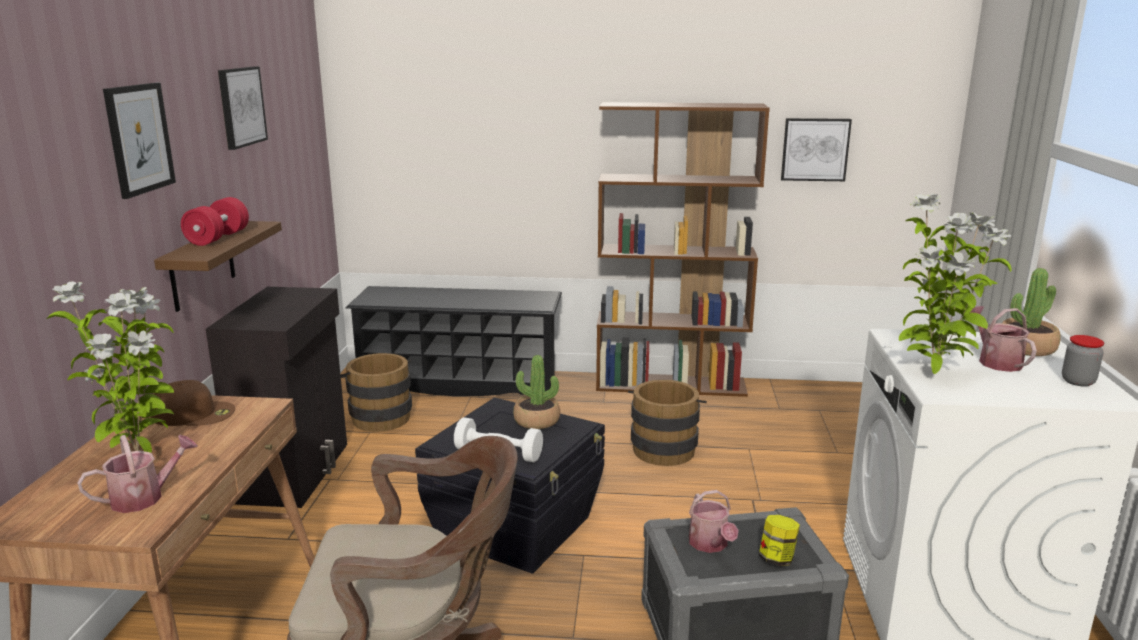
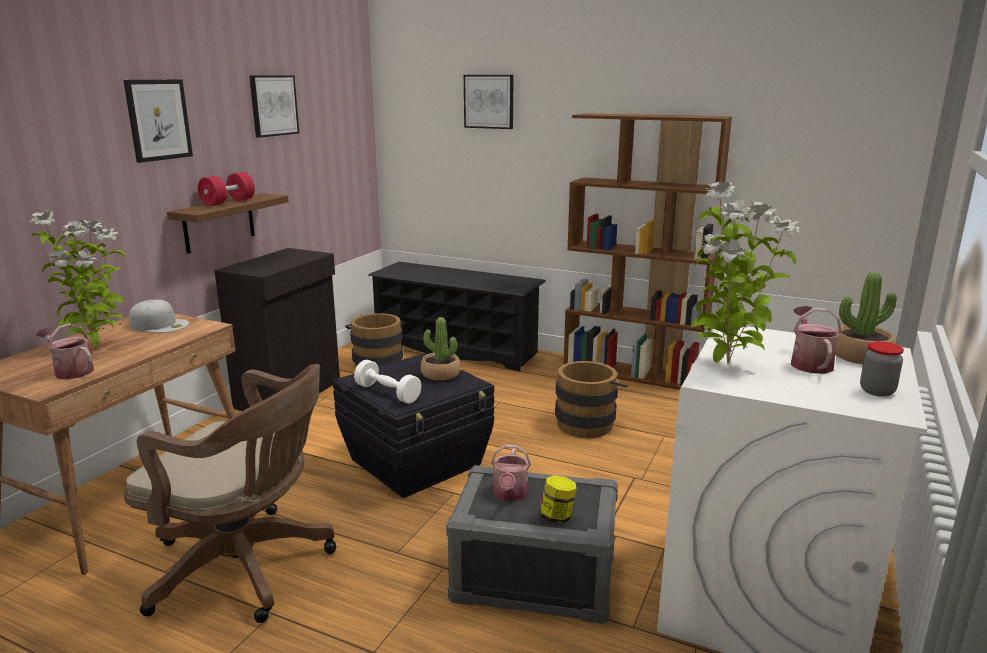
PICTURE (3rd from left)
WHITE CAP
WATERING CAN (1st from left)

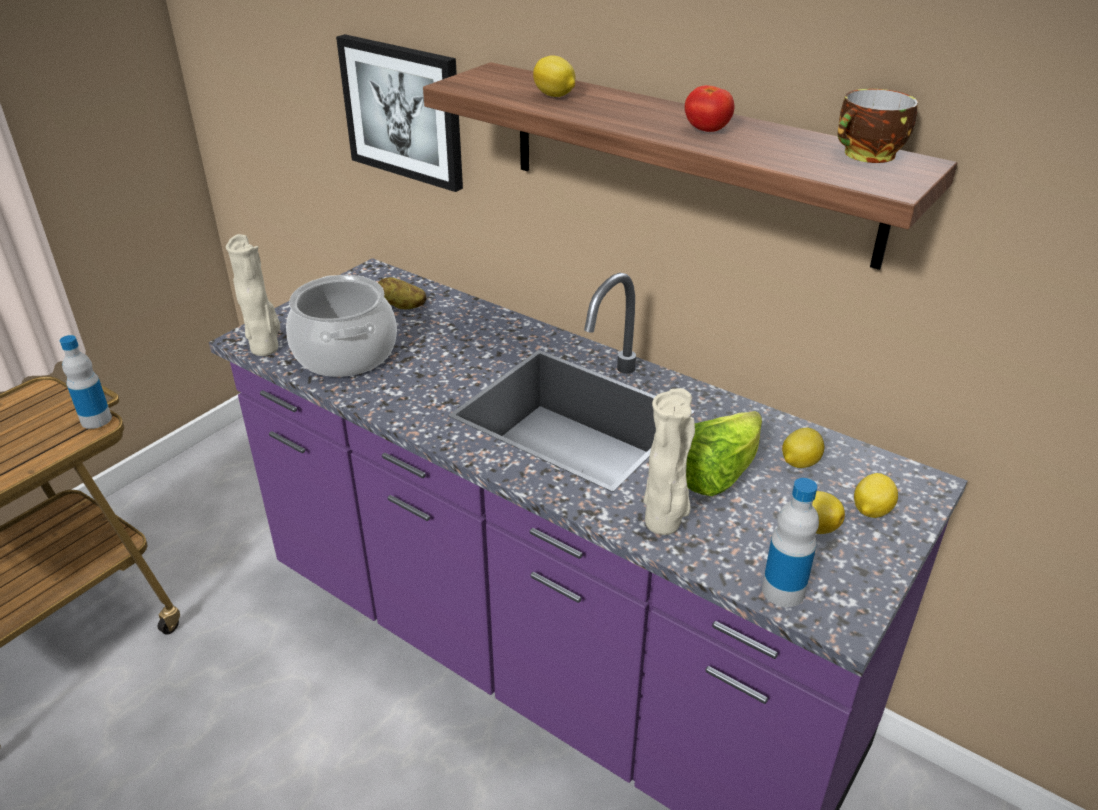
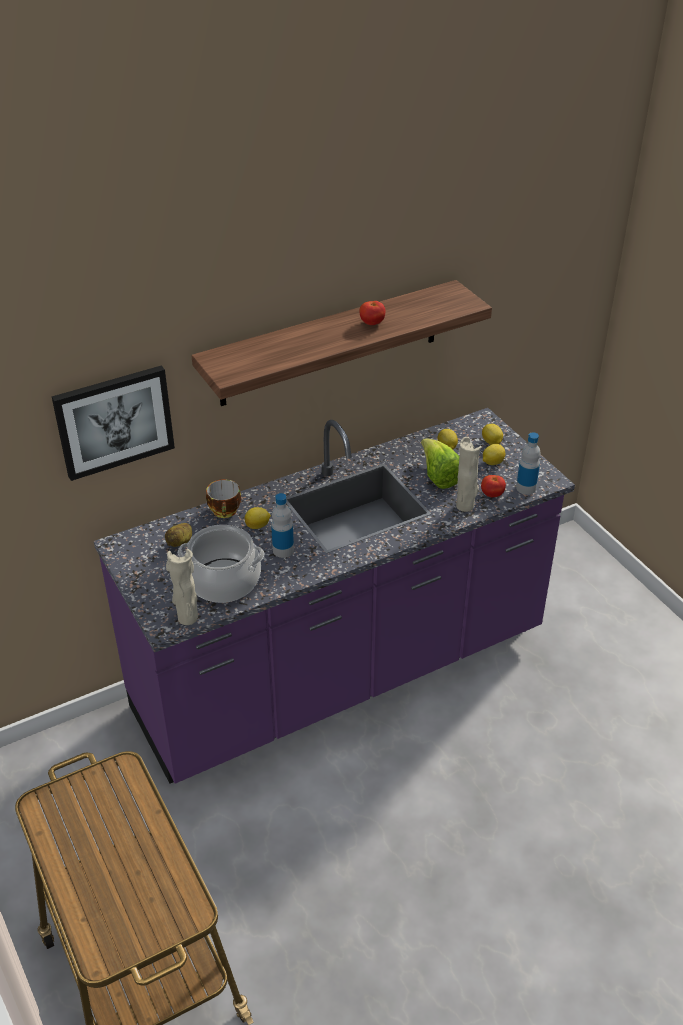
LEMON (1st from left)
CUP
BOTTLE (1st from left)
TOMATO (2nd from left)

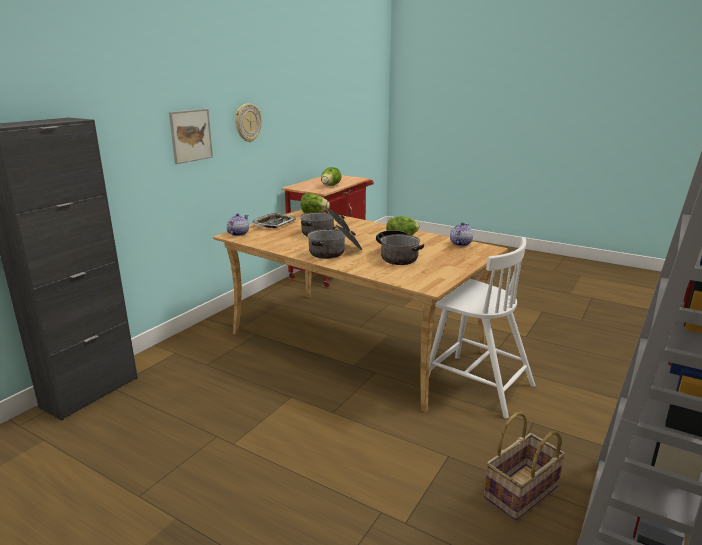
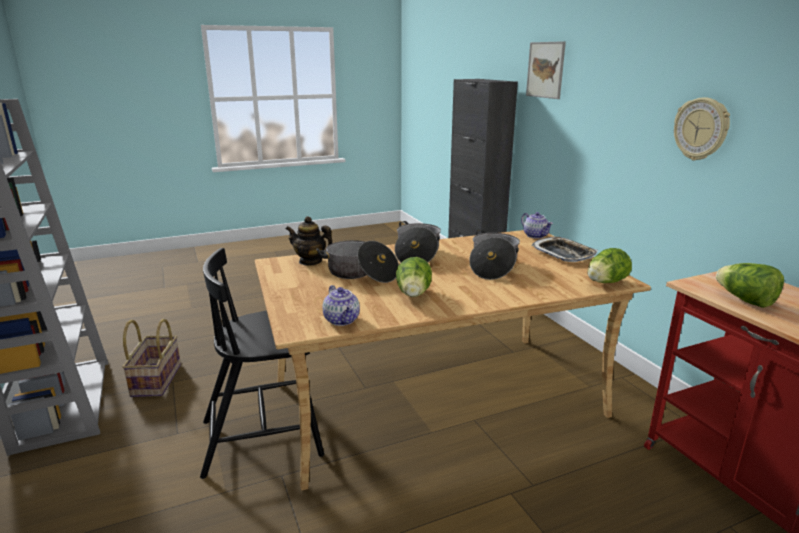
PICTURE
BLACK CHAIR
TEAPOT (1st from left)

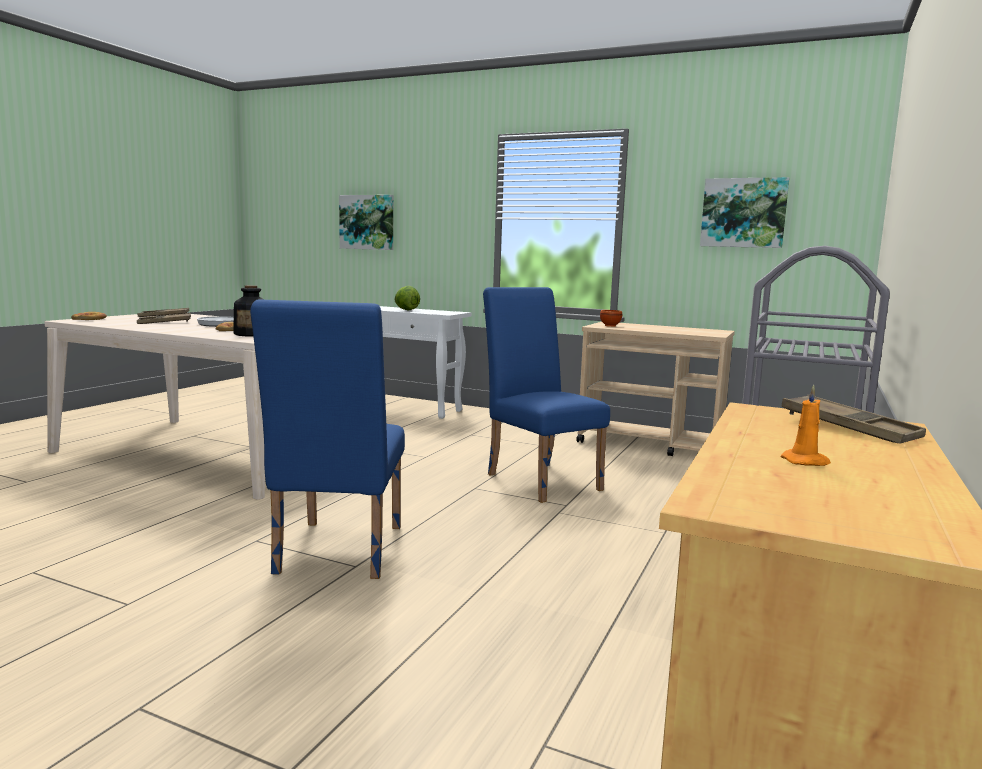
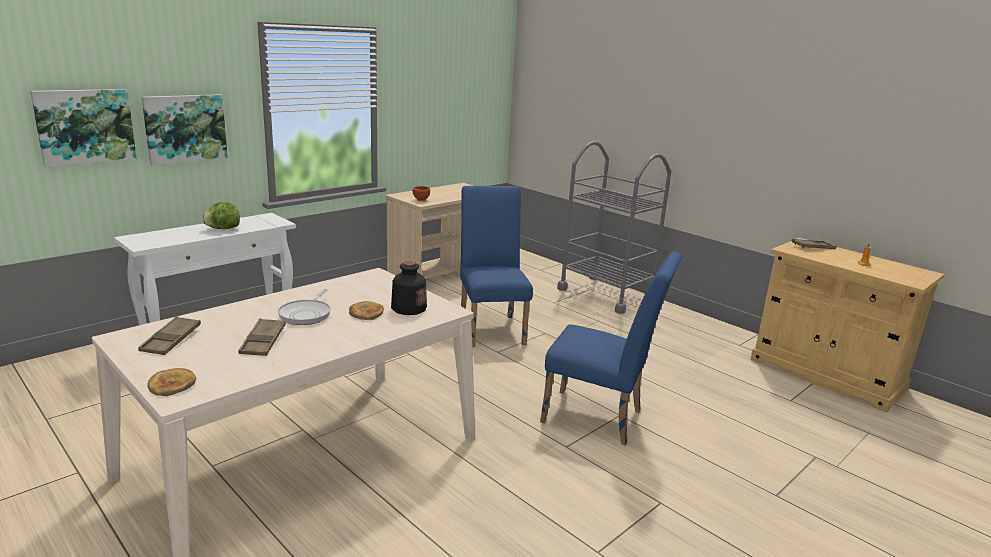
PICTURE (2nd from left)
BLUE CHAIR (1st from left)

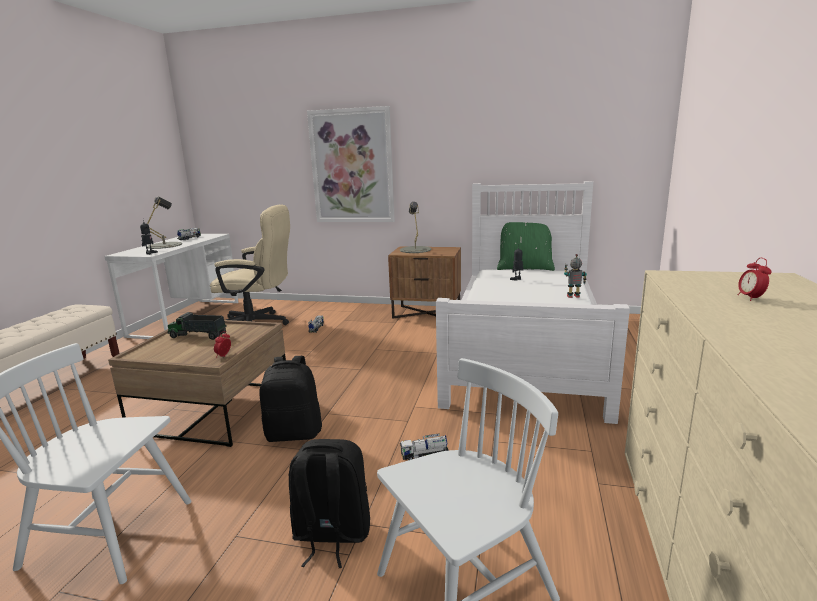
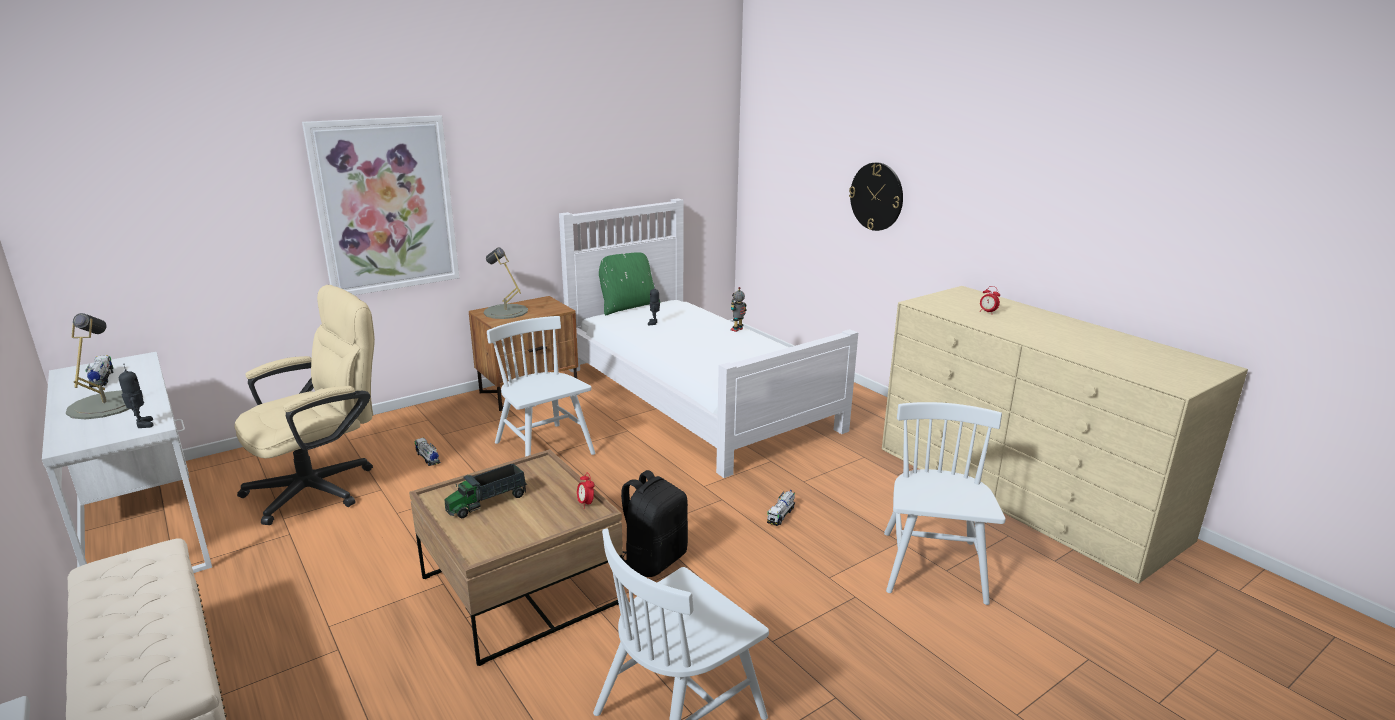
BLACK BACKPACK (2nd from left in the first image)
WALL CLOCK
WHITE CHAIR (1st from left)

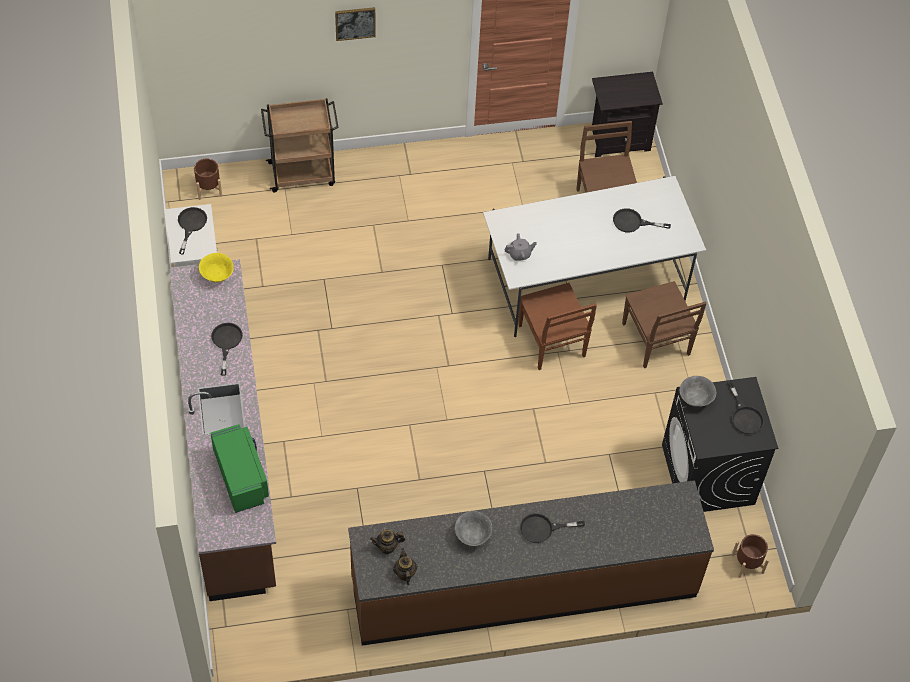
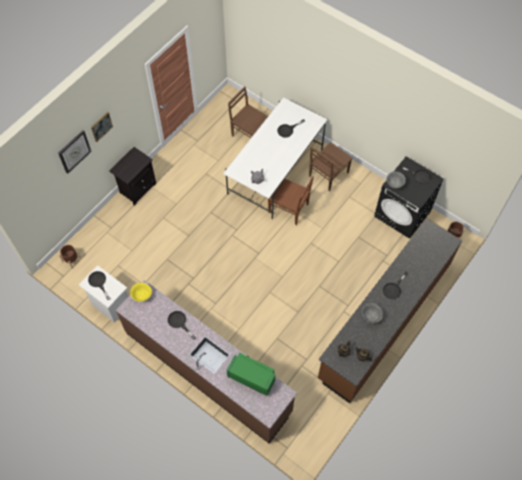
BLACK NIGHTSTAND
BROWN CART
BROWN CHAIR (3rd from left)
WALL CLOCK

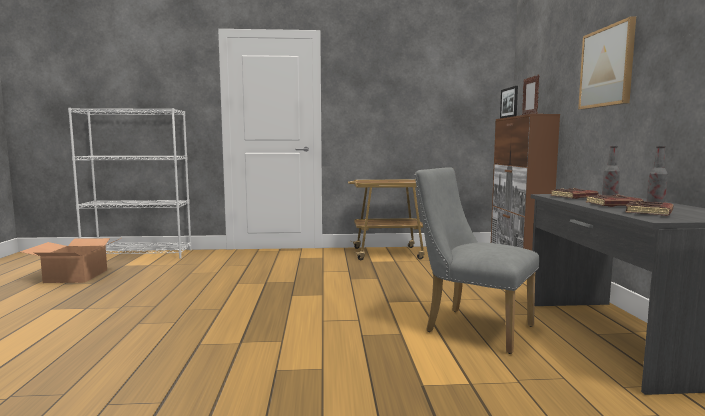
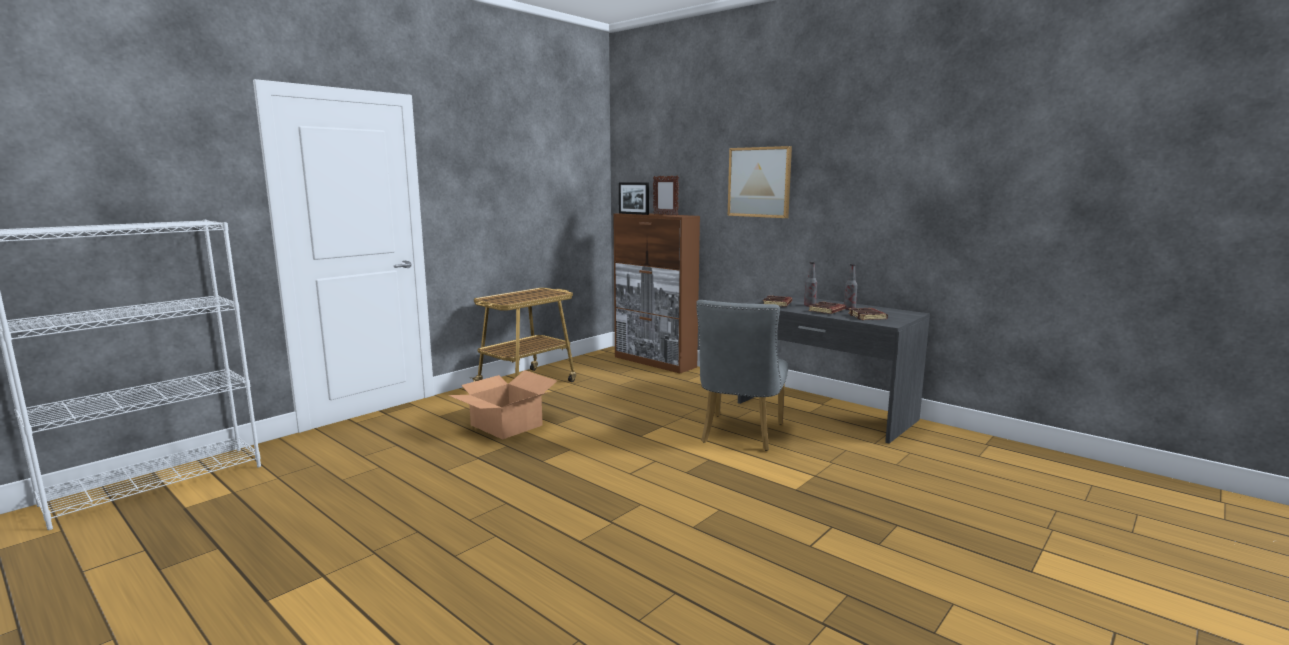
GREY CHAIR
CARDBOARD BOX

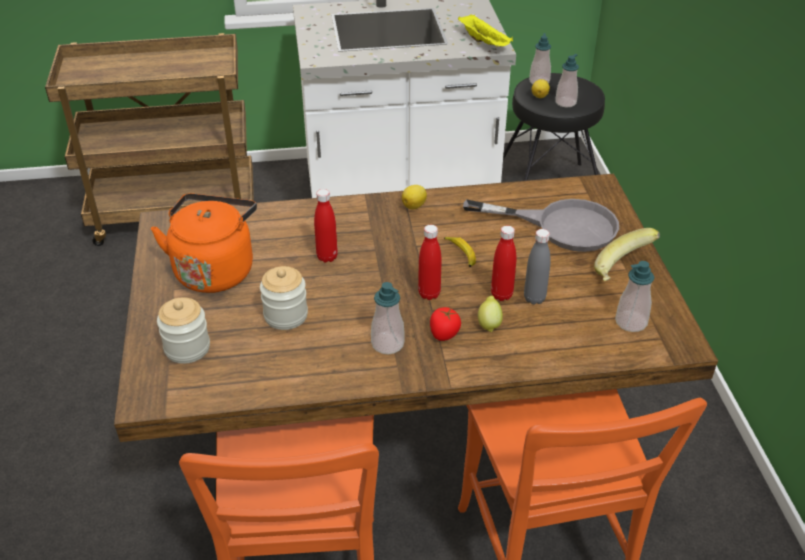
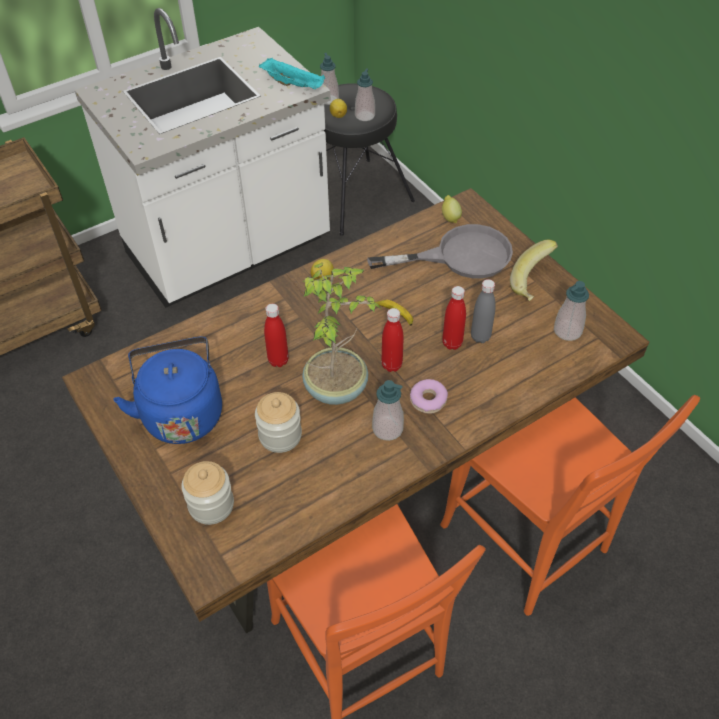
TURQUOISE TRAY
BLUE KETTLE
LEMON (3rd from left)
DONUT
POTTED PLANT

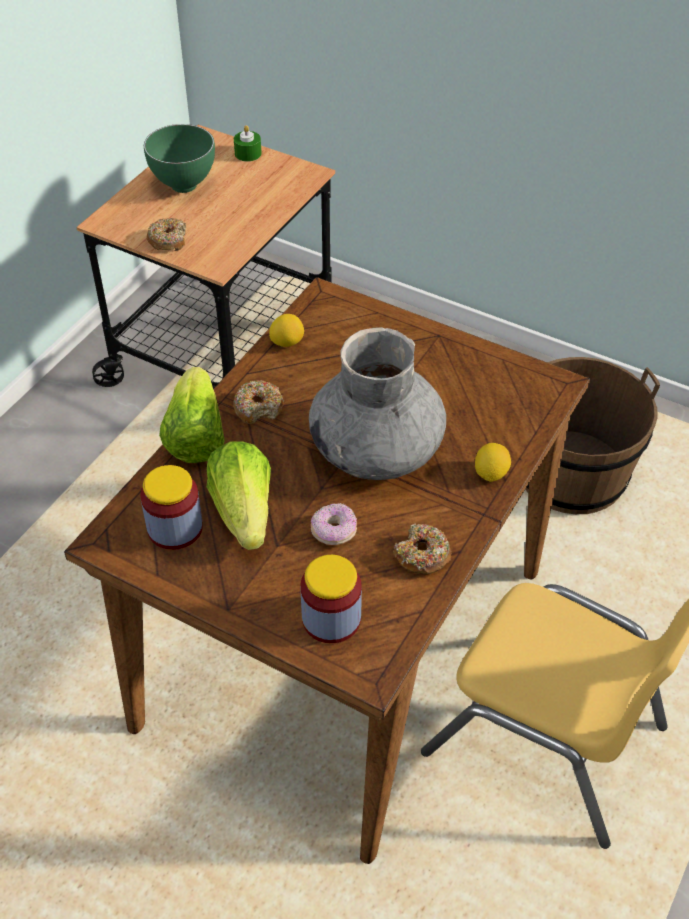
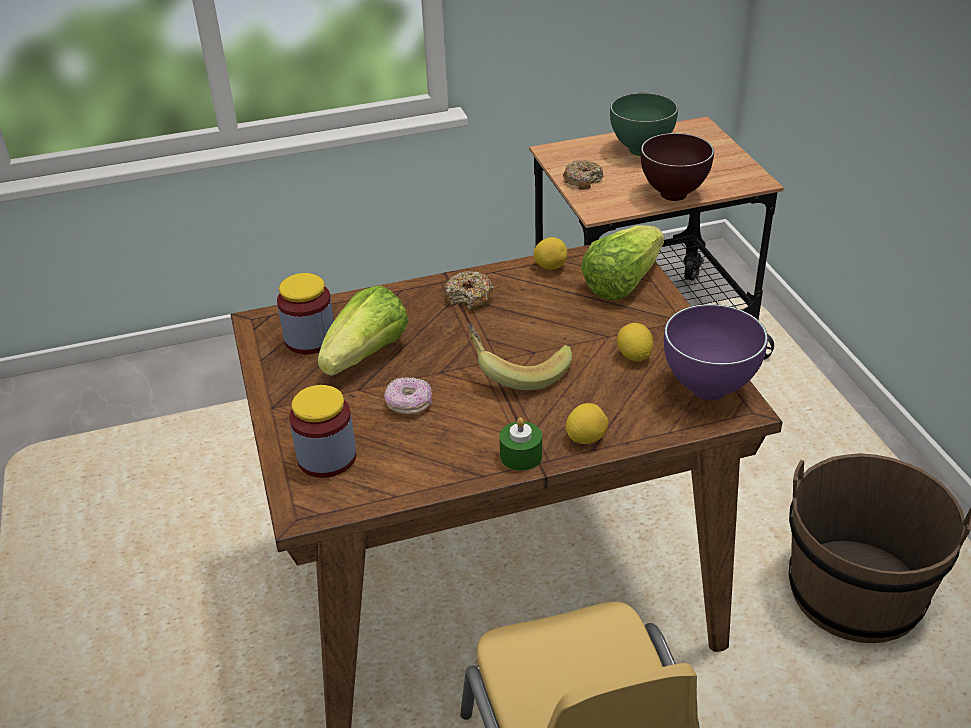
GREEN CANDLE
BANANA
LETTUCE (2nd from left)
DONUT (4th from left in the first image)
BROWN BOWL
PURPLE BOWL
LEMON (3rd from left)

